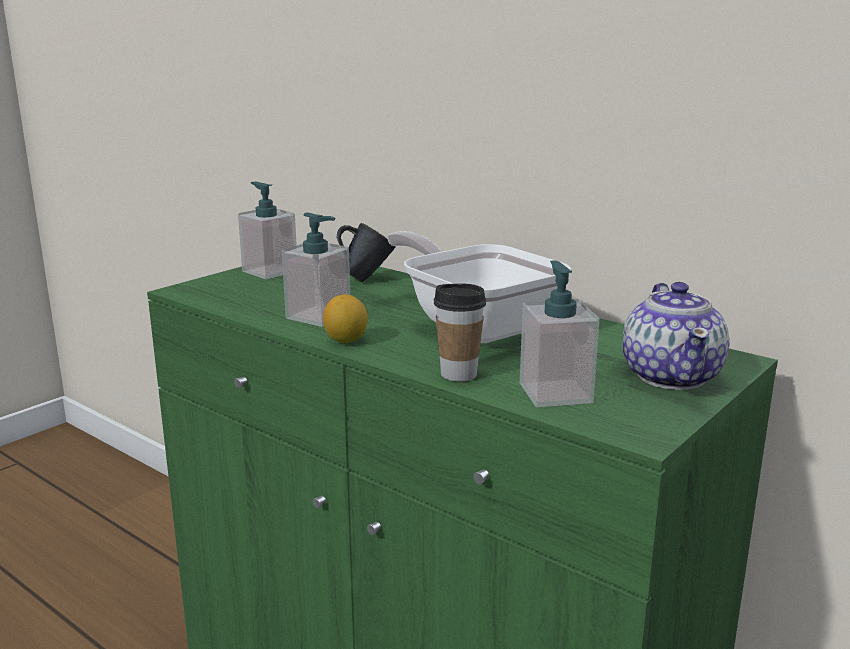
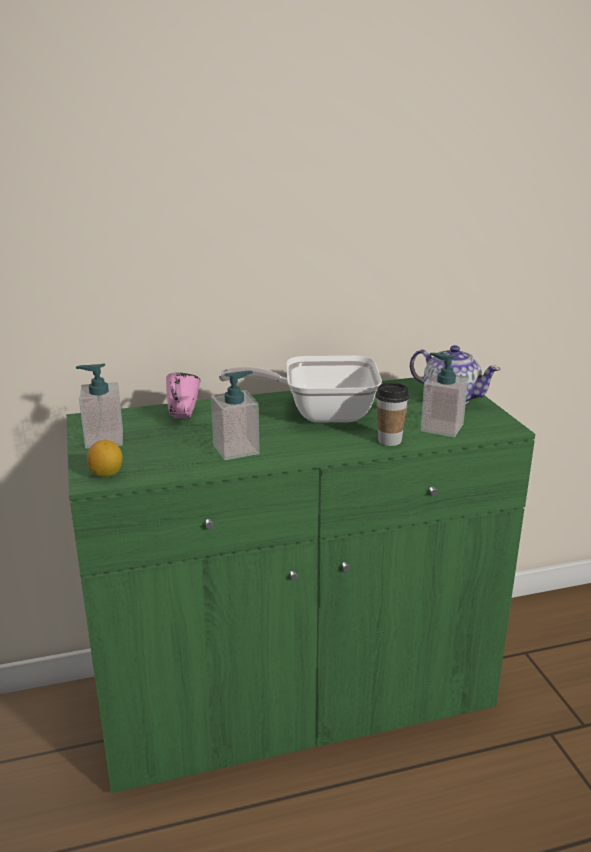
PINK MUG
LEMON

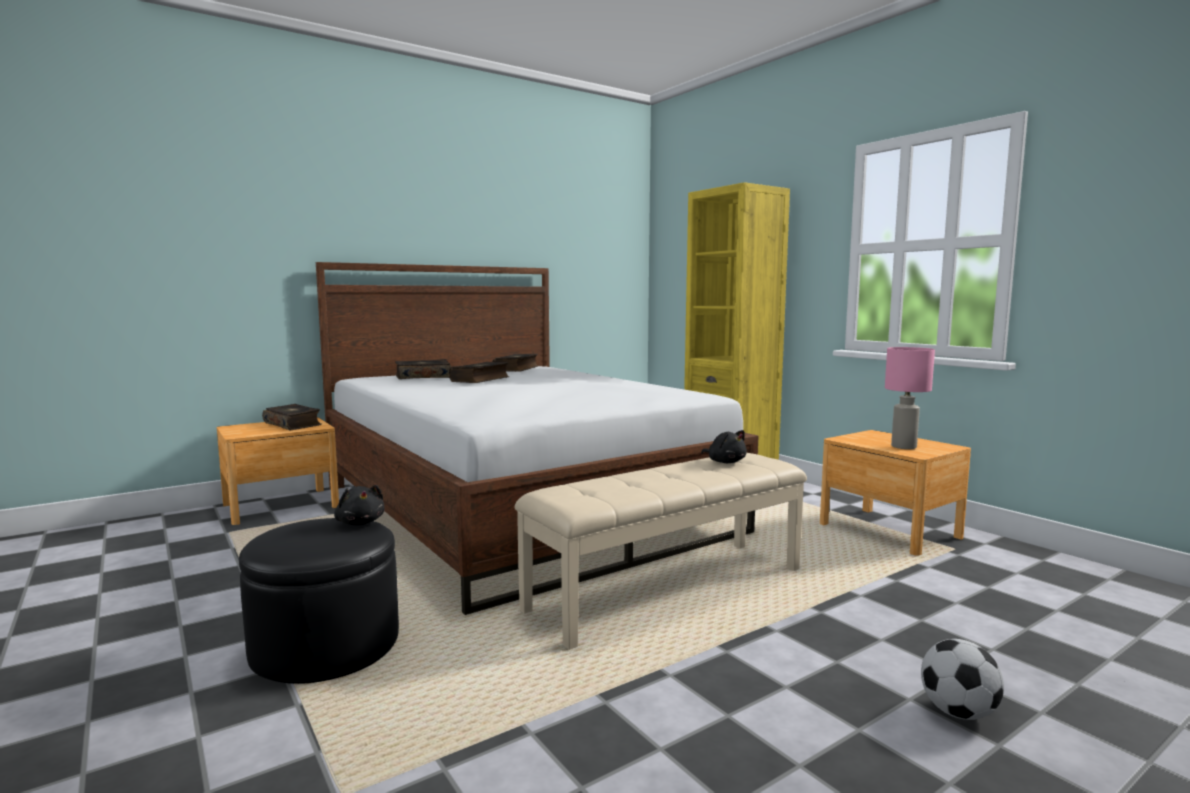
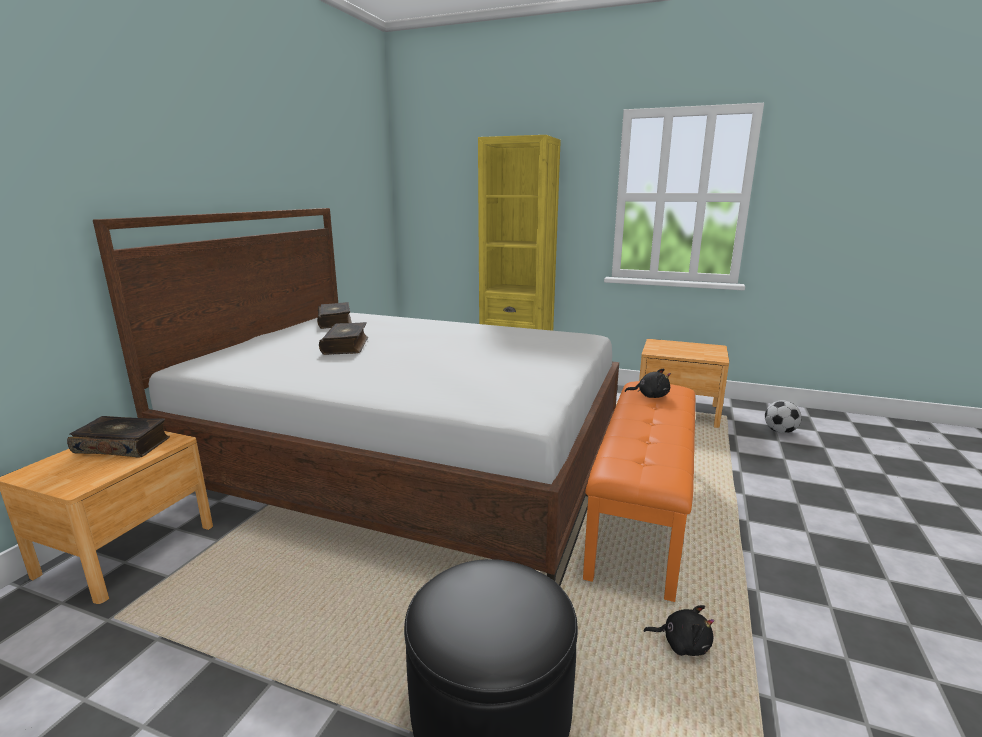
PINK TABLE LAMP
BOOK (2nd from left in the first image)
ORANGE BENCH
BLACK PLUSH TOY (2nd from left)
FOOTBALL

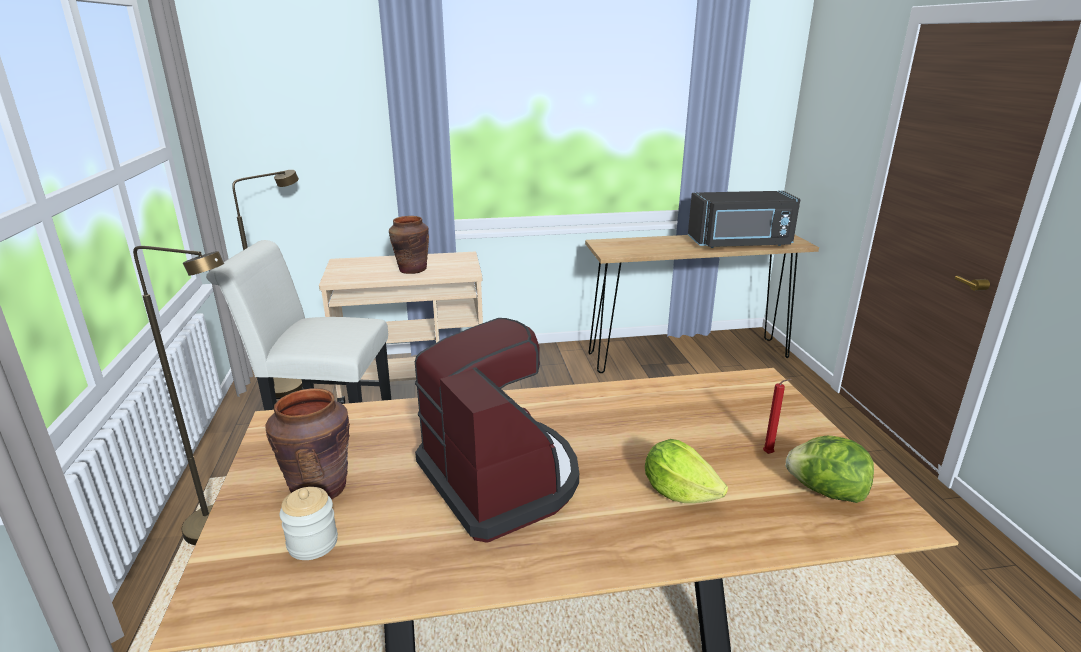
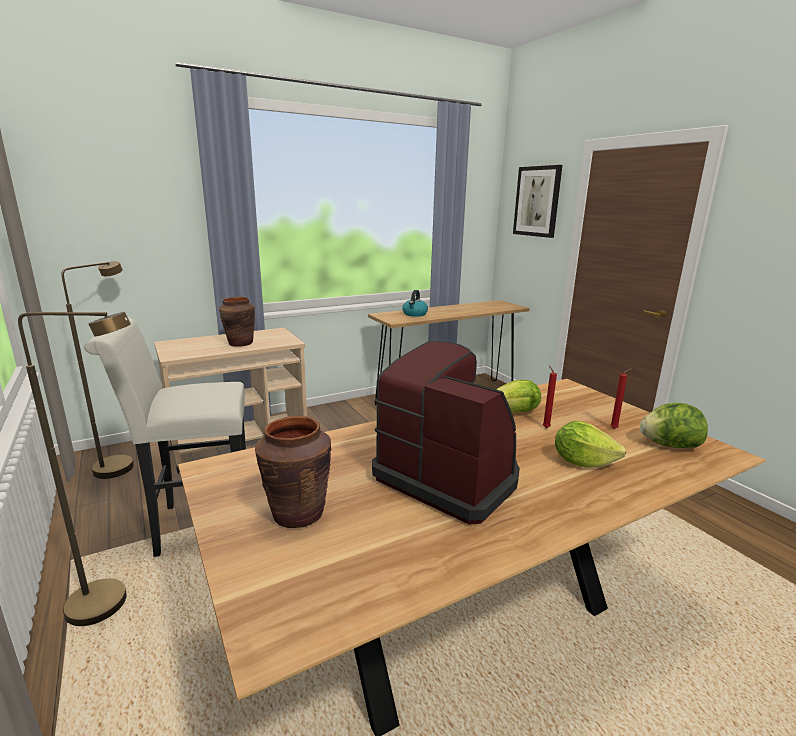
BLACK MICROWAVE
JAR
PICTURE
KETTLE
RED CANDLE (1st from left)
LETTUCE (1st from left)

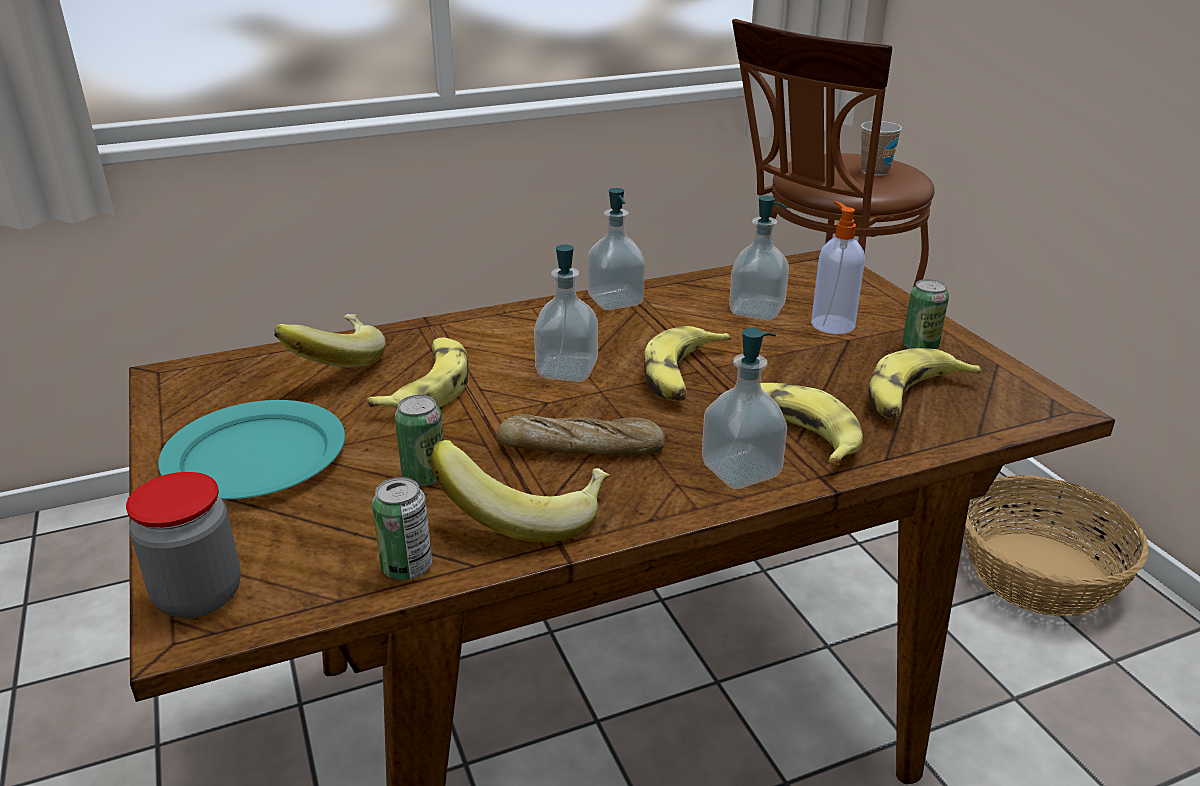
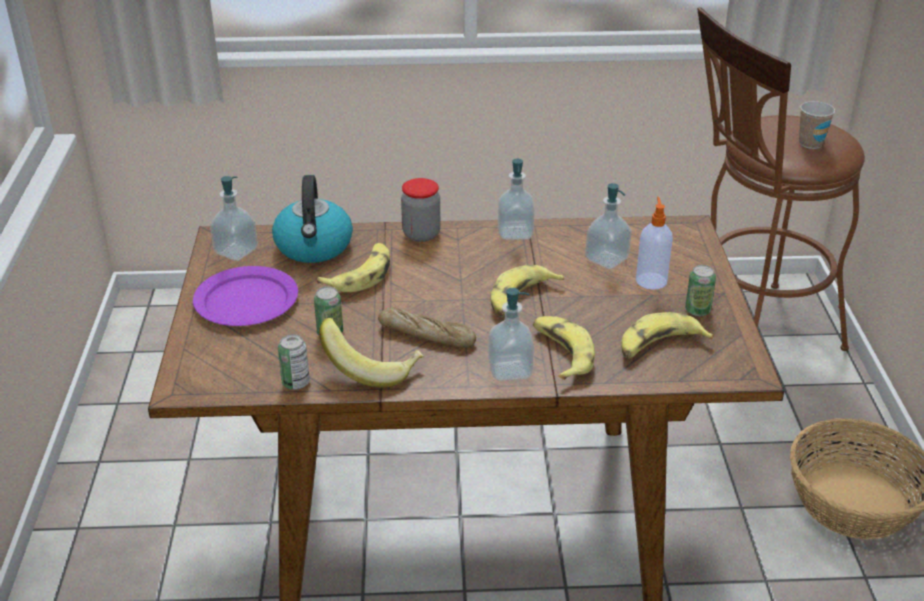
SOAP DISPENSER (1st from left)
KETTLE
PURPLE PLATE
JAR

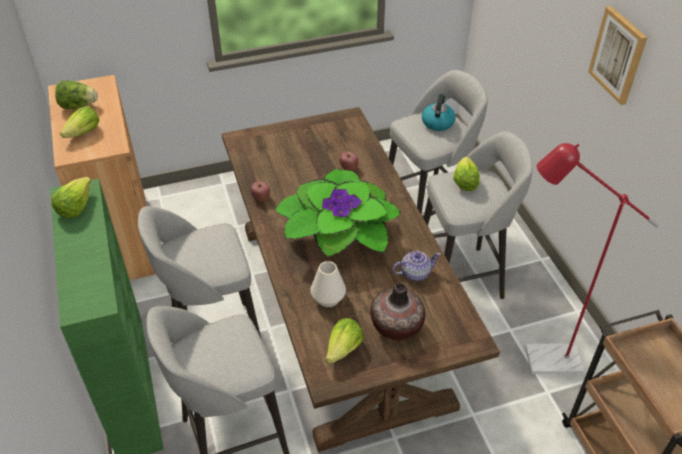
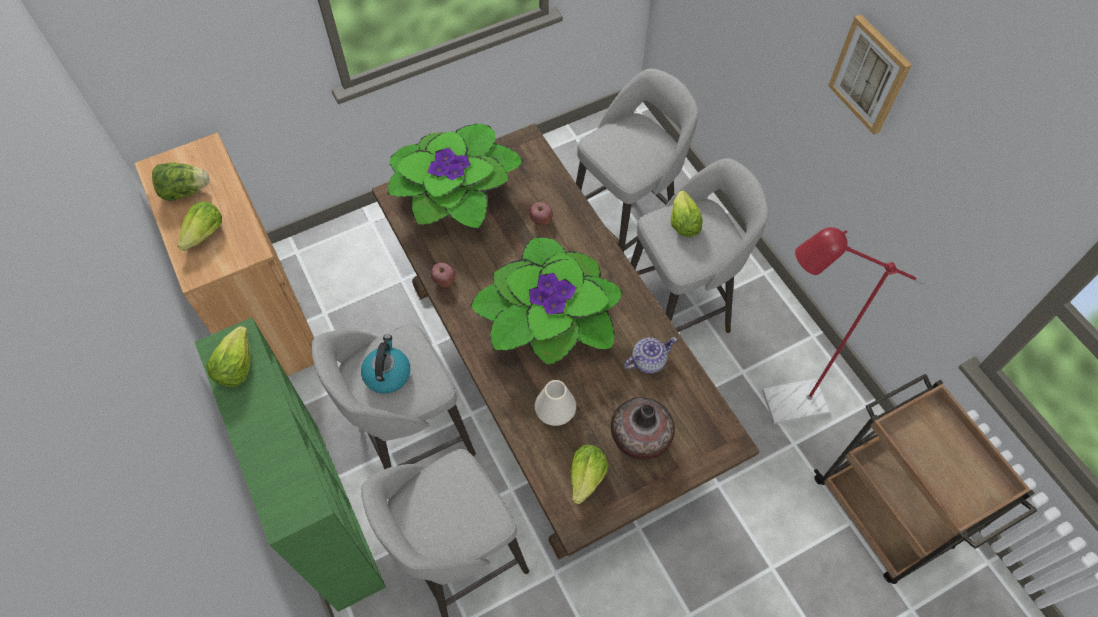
KETTLE
POTTED PLANT (1st from left)

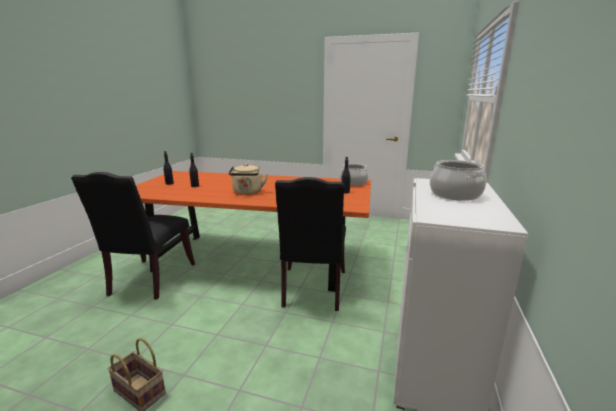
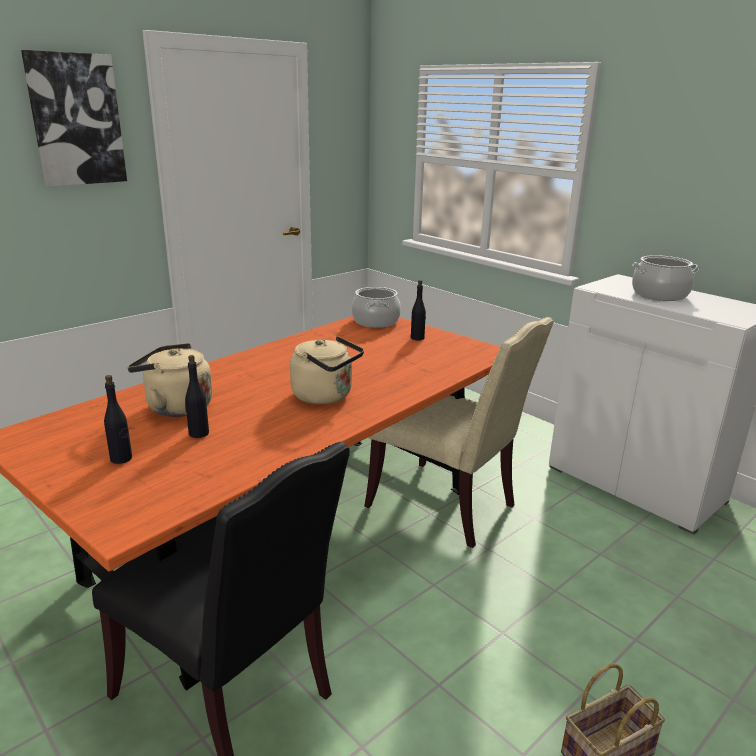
BEIGE CHAIR
PICTURE
BEIGE KETTLE (1st from left)

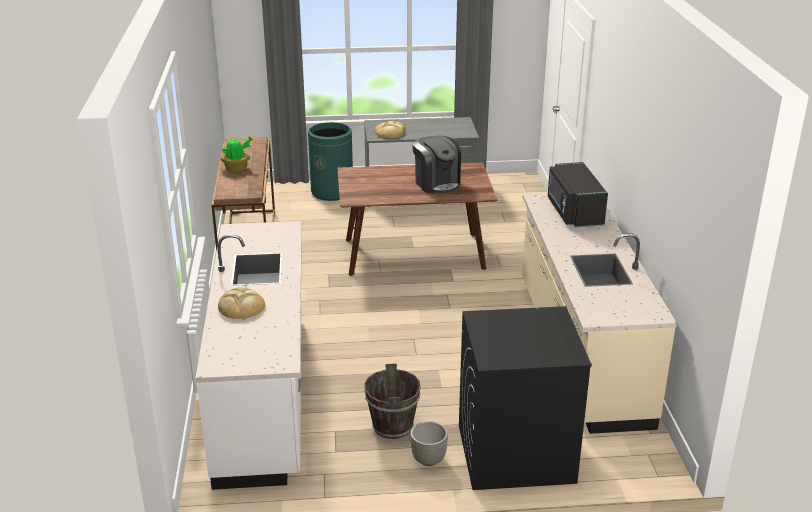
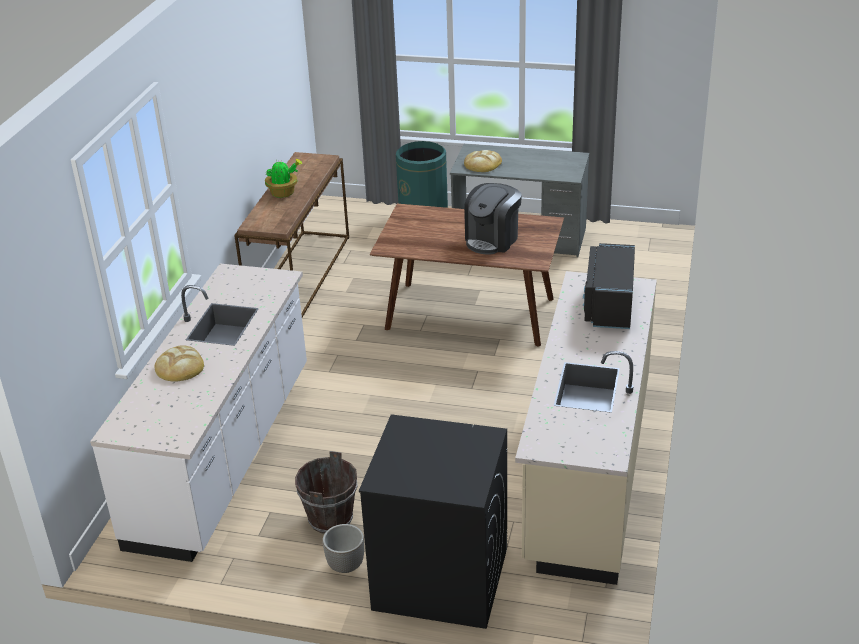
COFFEE MACHINE

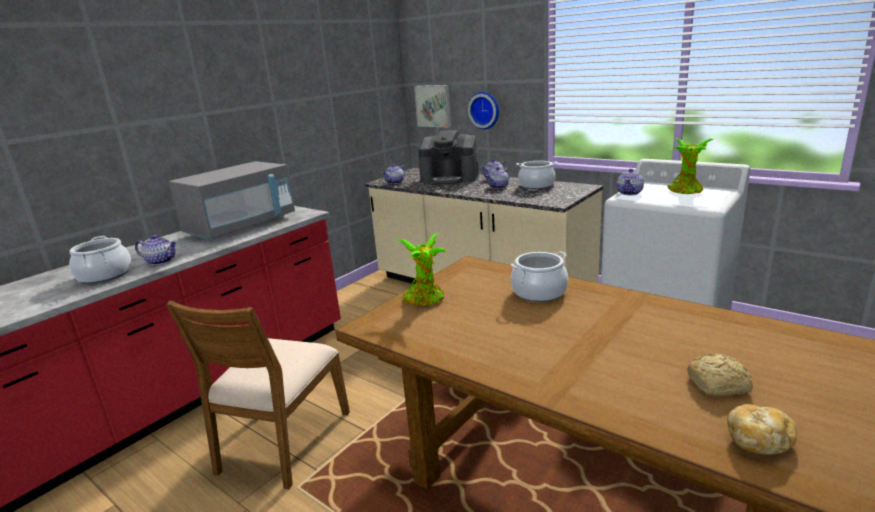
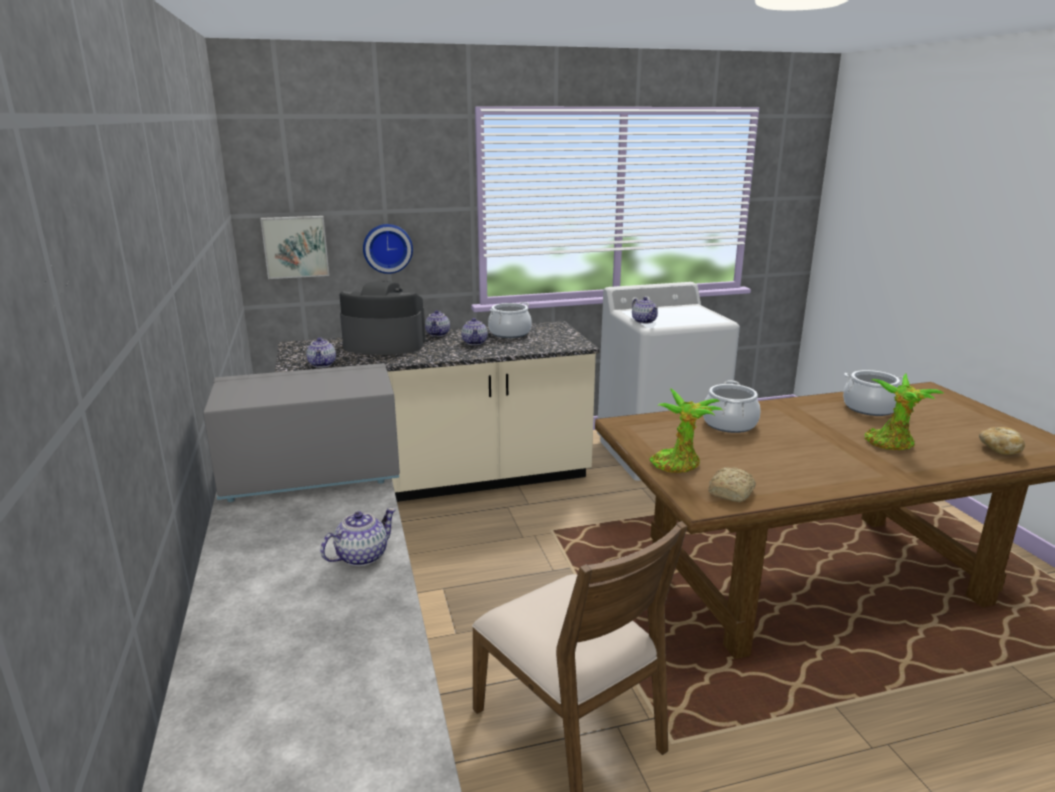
COFFEE MACHINE
POTTED PLANT (2nd from left)
GREY MICROWAVE
COOKING POT (3rd from left)
BREAD (1st from left)

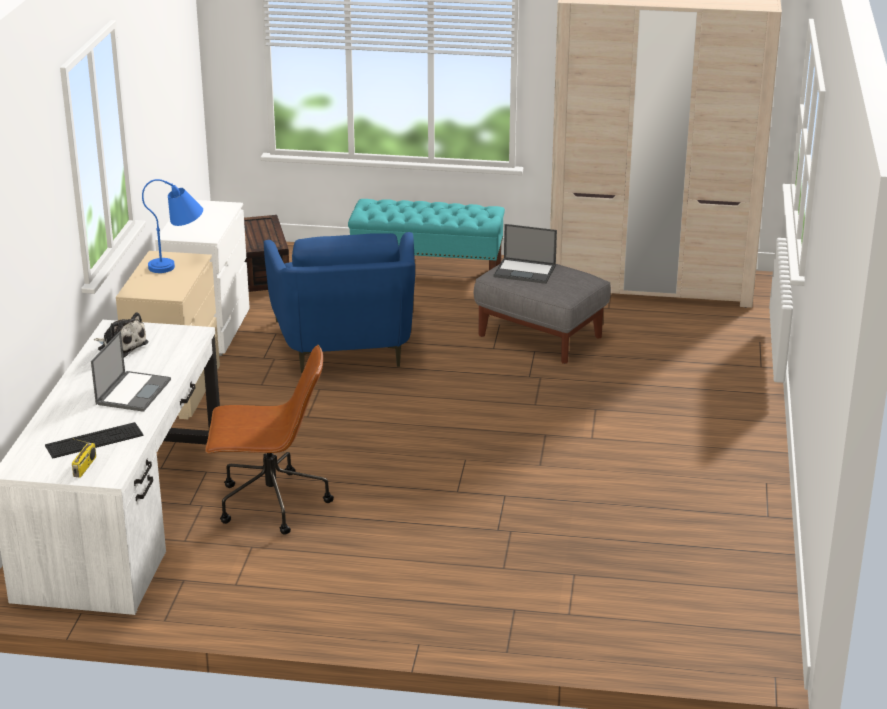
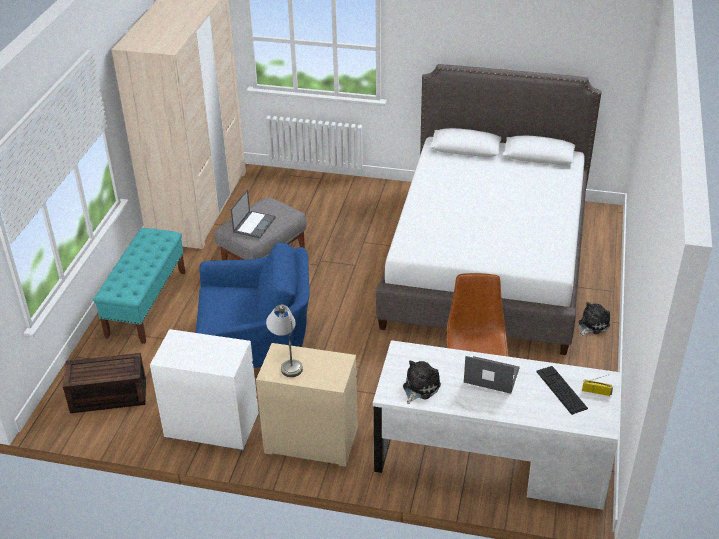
GREY TABLE LAMP
WHITE BED
PLUSH TOY (2nd from left)

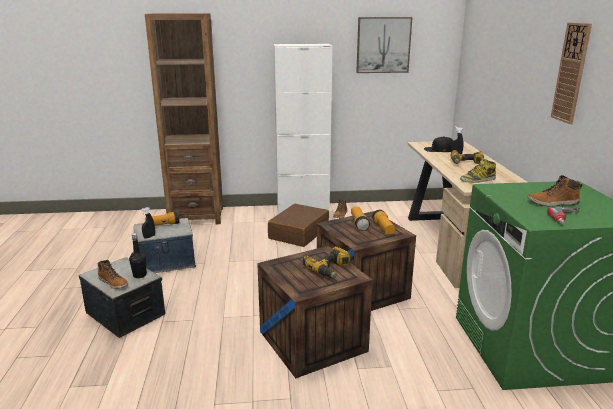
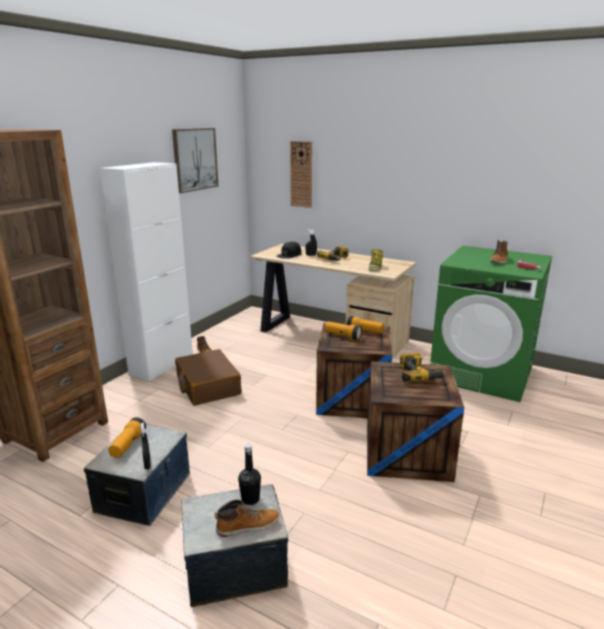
WALL CLOCK

